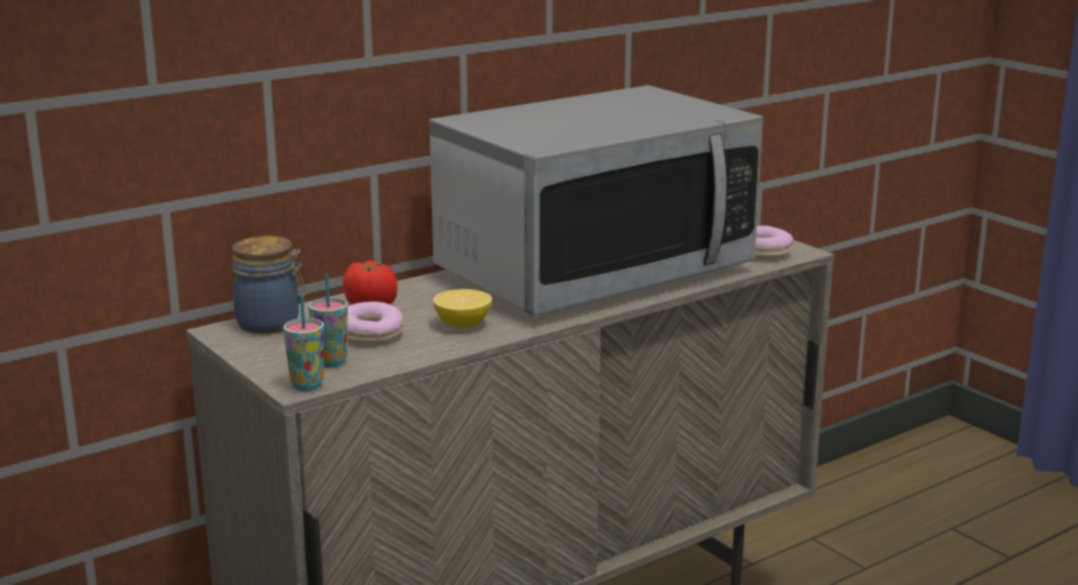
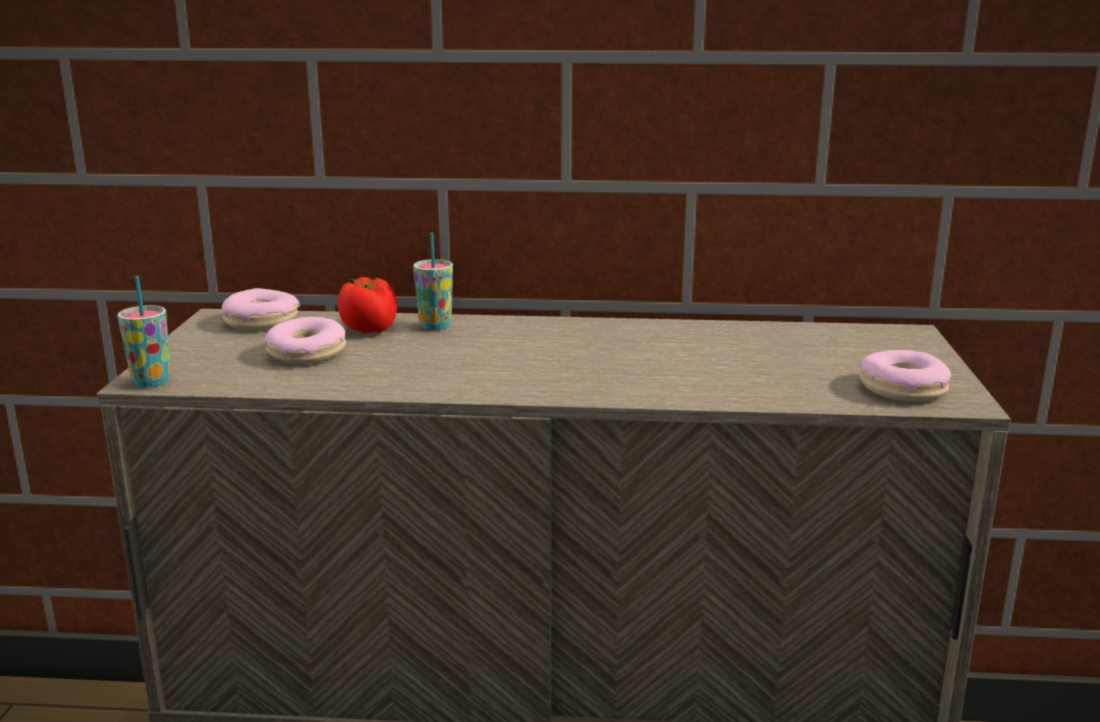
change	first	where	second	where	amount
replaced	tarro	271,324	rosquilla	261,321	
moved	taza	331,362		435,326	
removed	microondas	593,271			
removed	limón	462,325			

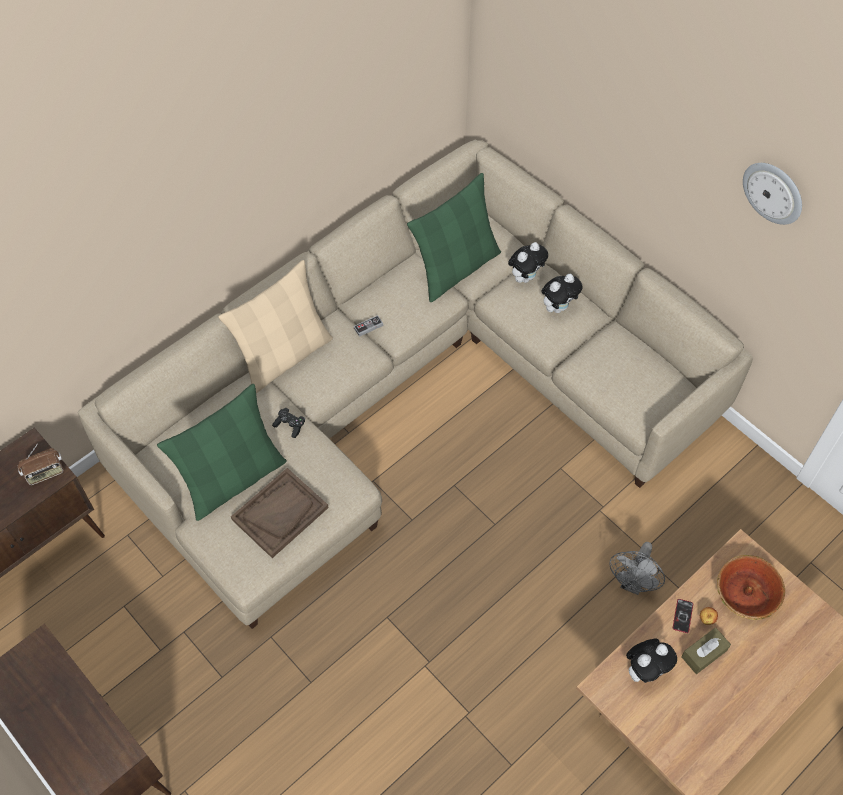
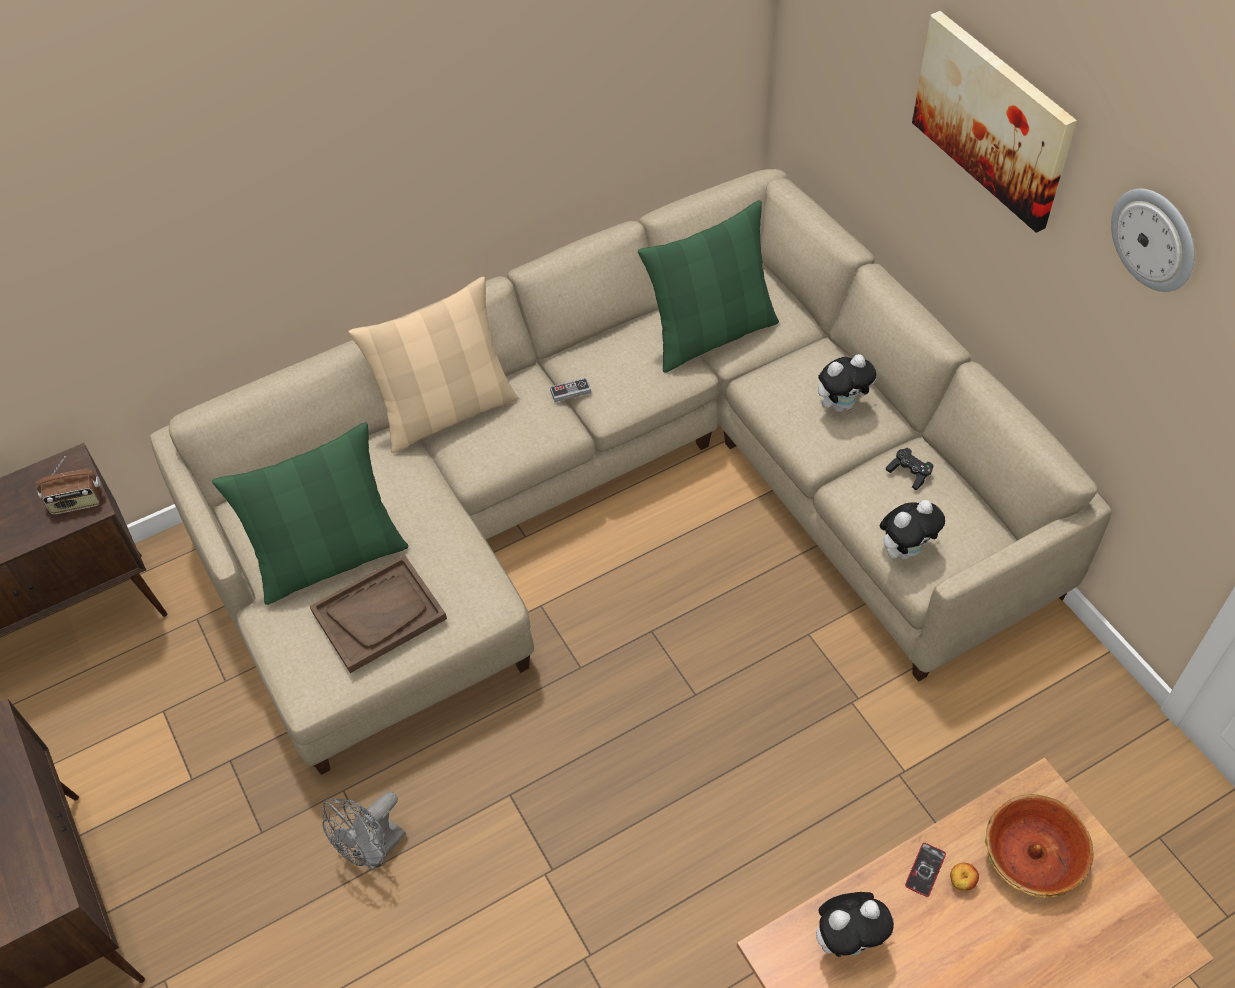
change	first	where	second	where	amount
moved	mando de consola/negro	290,425		909,473	
moved	peluche	525,277		905,550	
moved	ventilador/gris	633,583		374,851	
removed	caja de pañuelos/marrón	704,653			
added			cuadro	993,119	

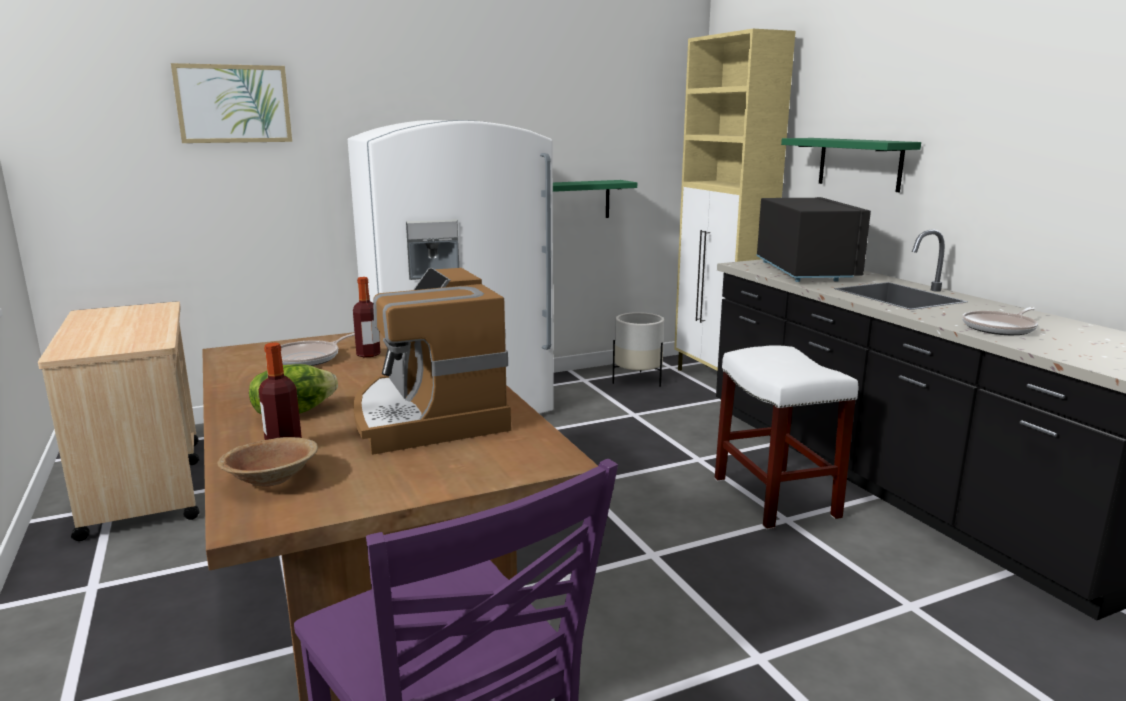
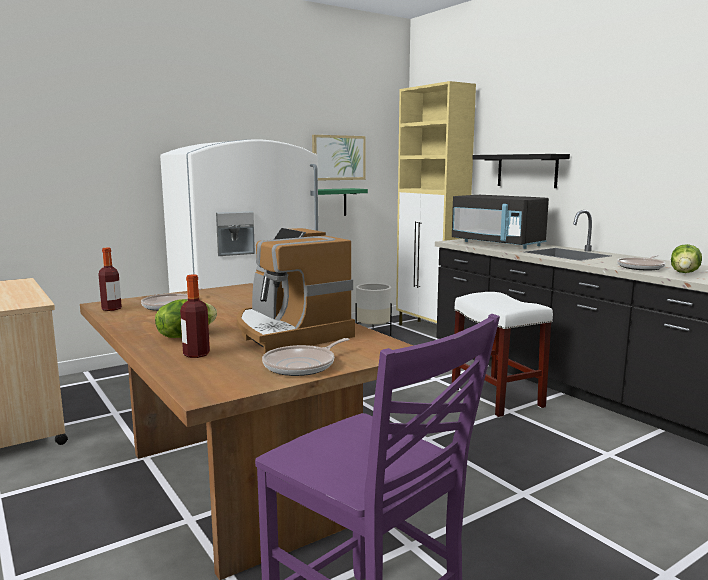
change	first	where	second	where	amount
moved	cuadro	233,104		338,157	
removed	cuenco/marrón	271,479			
moved	botella	368,354		111,309	
turned	microondas/negro	805,271		497,244	150 degrees clockwise
recoloured	estante/verde	859,163	estante/negro	527,170	
added			sartén	302,365	
added			lechuga	685,273	

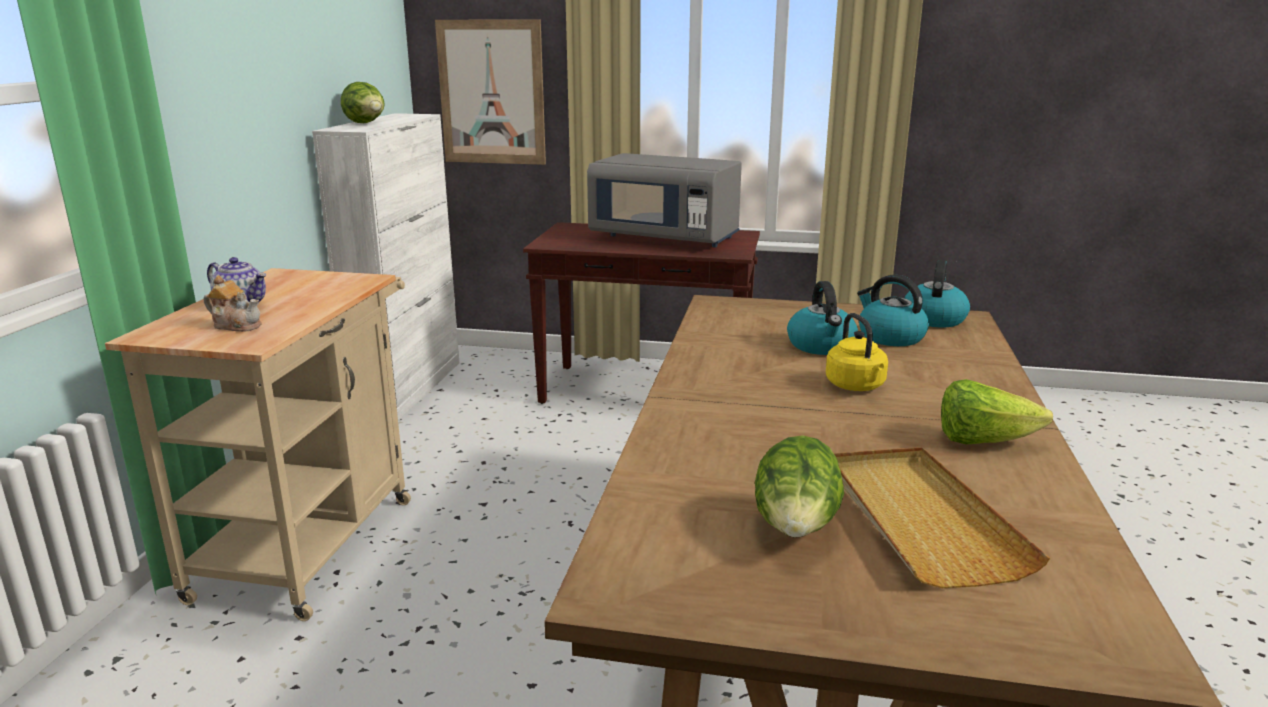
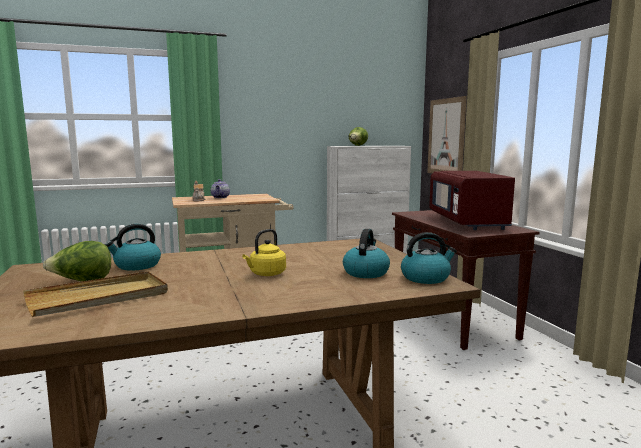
change	first	where	second	where	amount
recoloured	microondas/gris	665,238	microondas/rojo	467,222	
moved	hervidor	821,346		136,265	
removed	lechuga	982,441			

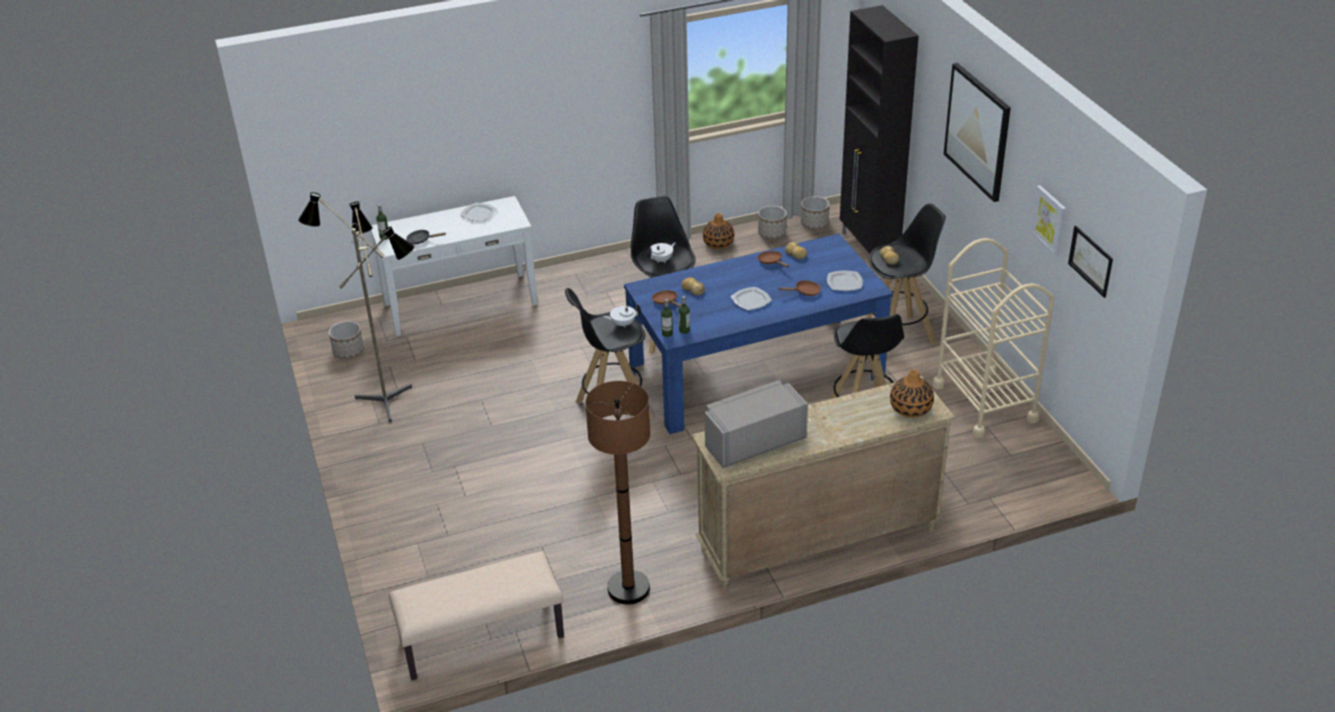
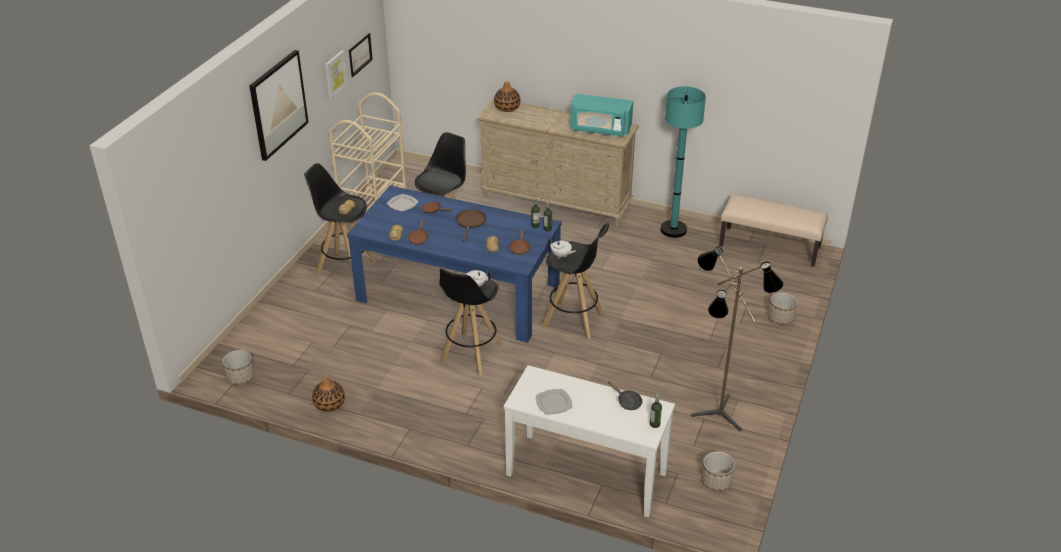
change	first	where	second	where	amount
recoloured	lámpara de pie/marrón	628,588	lámpara de pie/turquesa	673,230	
recoloured	microondas/gris	754,442	microondas/turquesa	600,129	
replaced	plato	751,300	sartén/marrón	470,222	
moved	maceta	772,233		780,318	
removed	armario/negro	869,248			

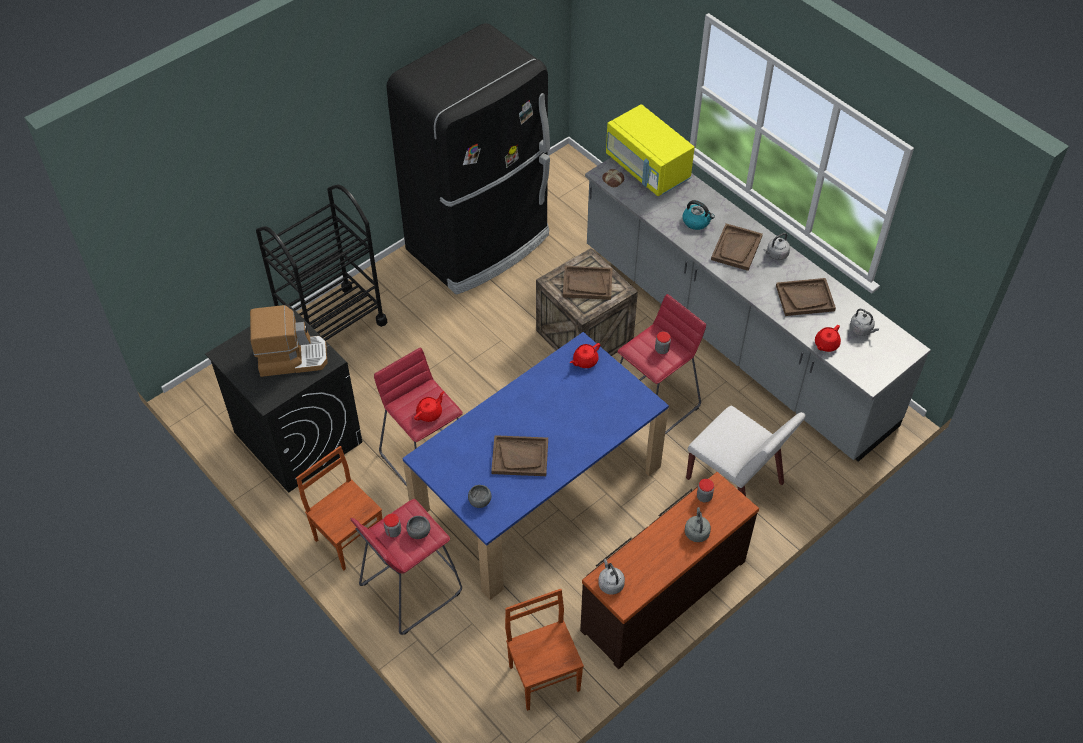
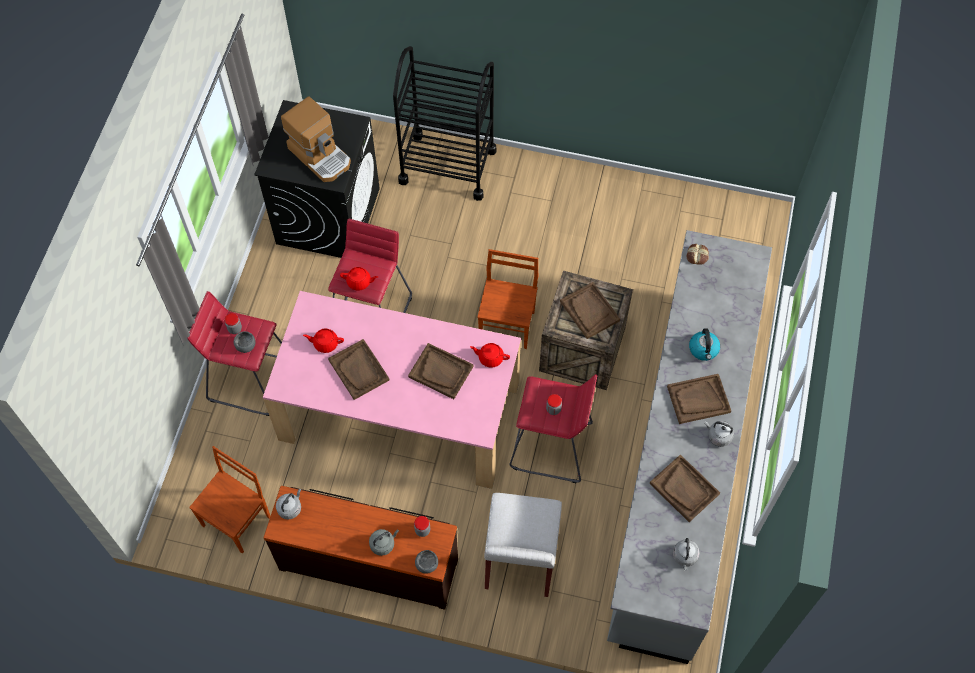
change	first	where	second	where	amount
moved	silla/marrón	350,538		508,325	
removed	nevera/negro	480,243			
recoloured	mesa de comedor/azul	538,492	mesa de comedor/rosa	399,412	
moved	cuenco/gris	480,501		427,564	
removed	microondas/amarillo	647,168			
moved	tetera/rojo	826,344		325,343	
added			bandeja/marrón	441,372	

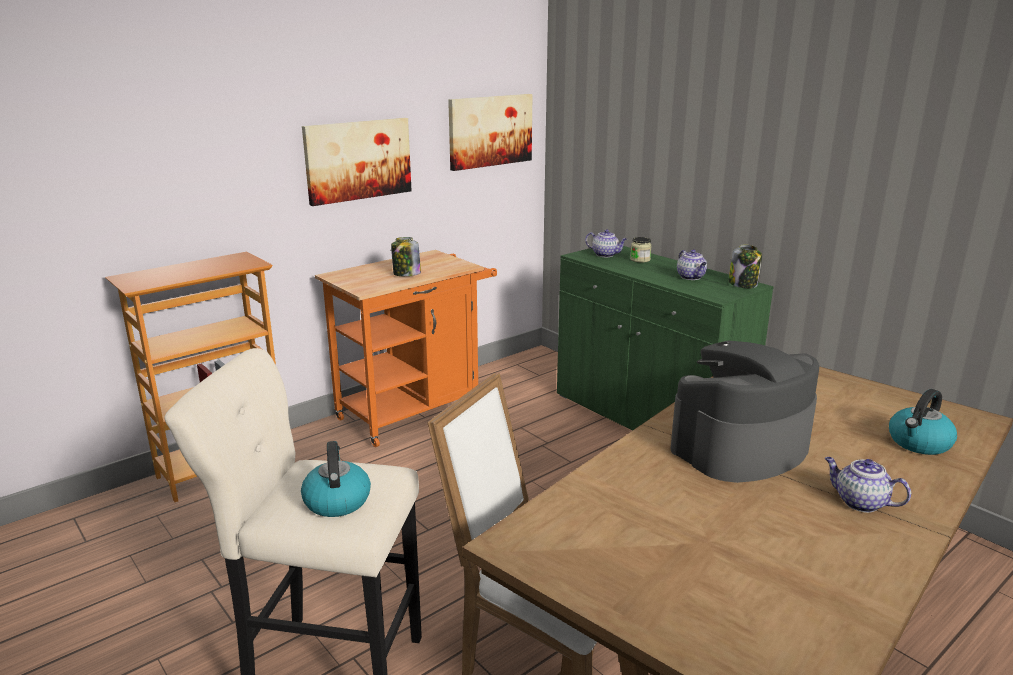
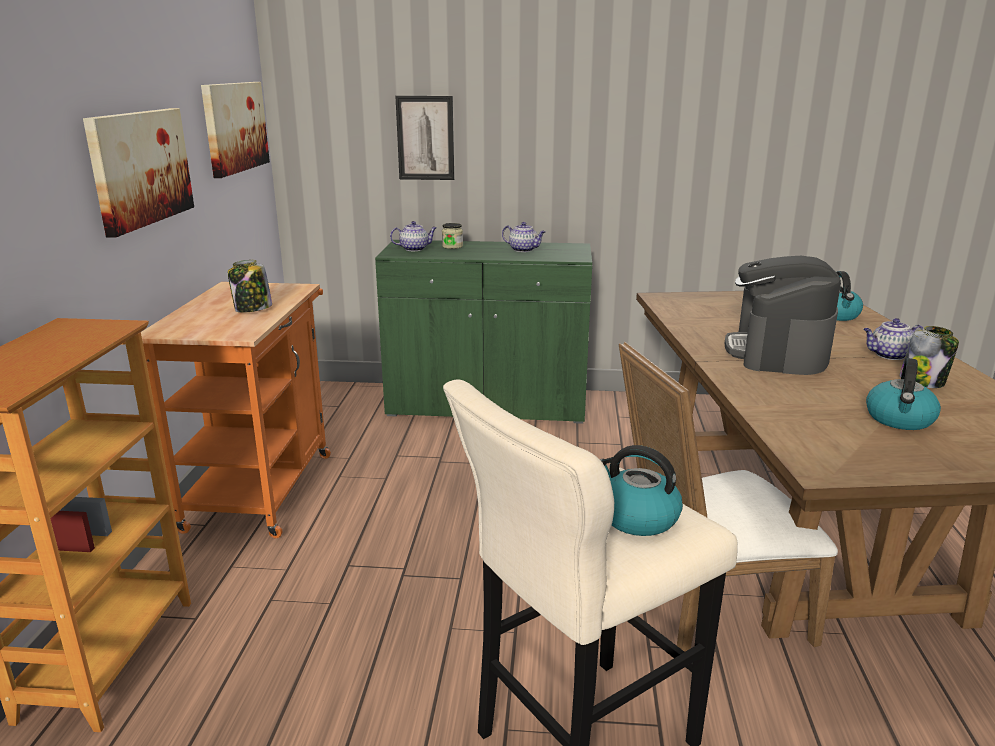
change	first	where	second	where	amount
moved	tarro	743,284		923,381	
added			cuadro	425,138	
added			hervidor	900,419	

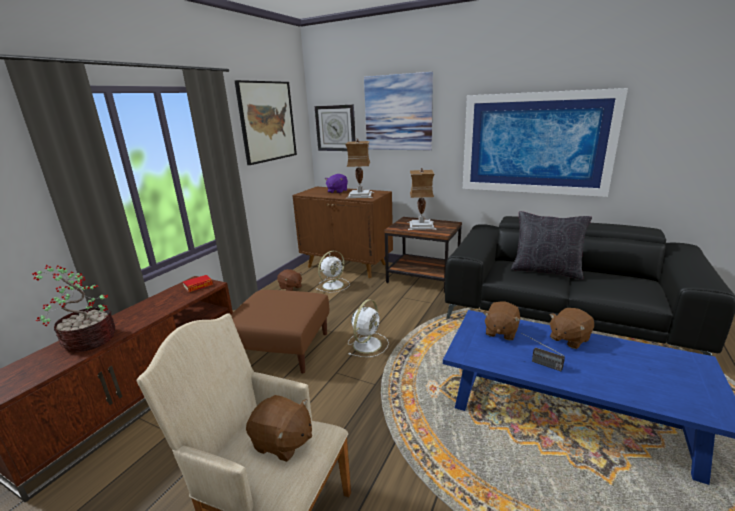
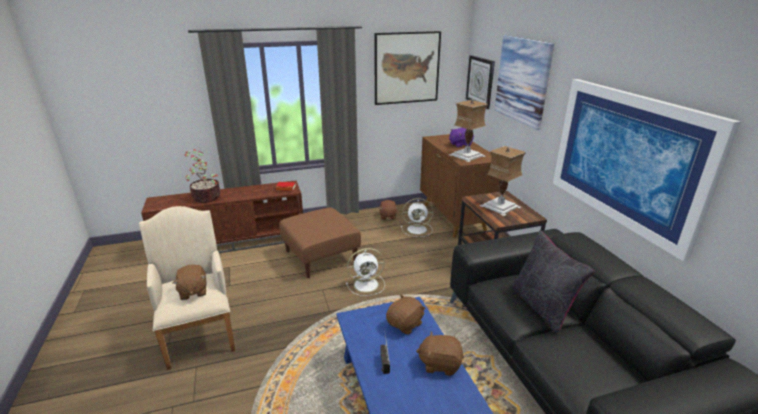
change	first	where	second	where	amount
turned	peluche/marrón	500,331		405,324	150 degrees clockwise

